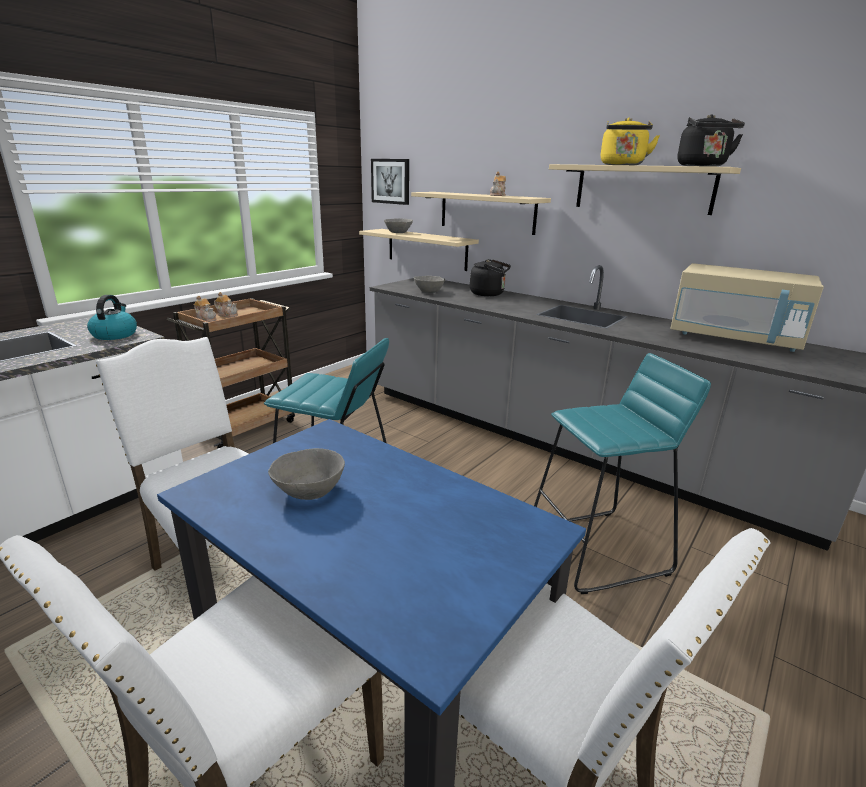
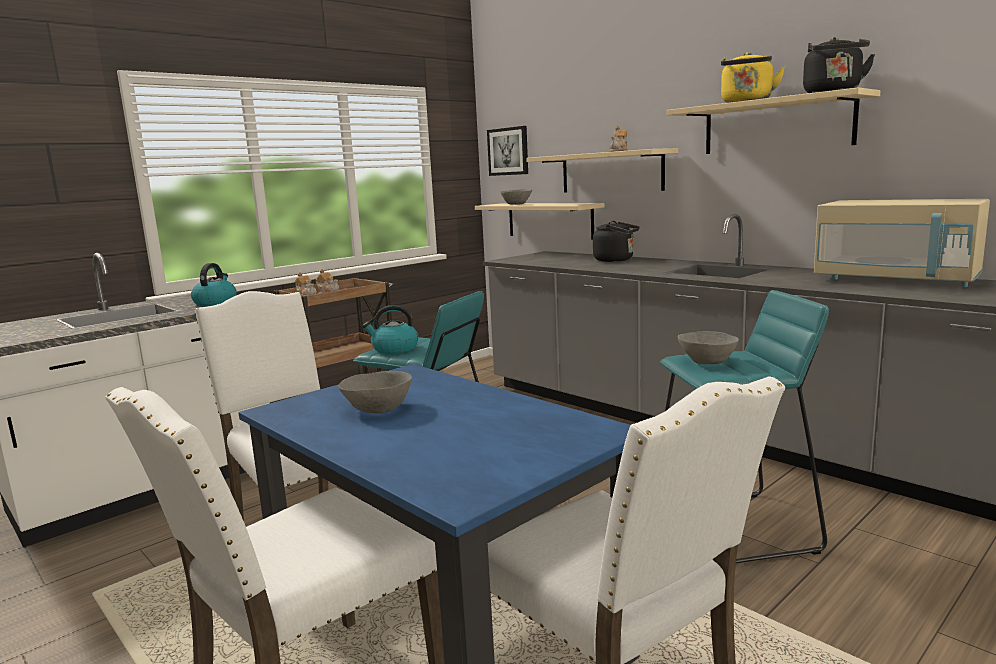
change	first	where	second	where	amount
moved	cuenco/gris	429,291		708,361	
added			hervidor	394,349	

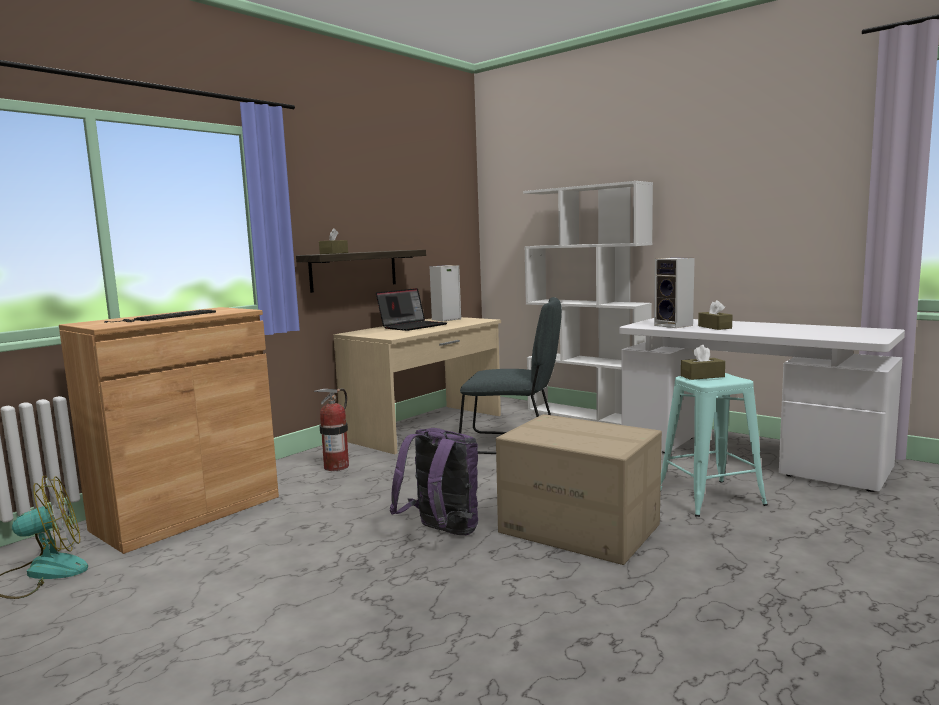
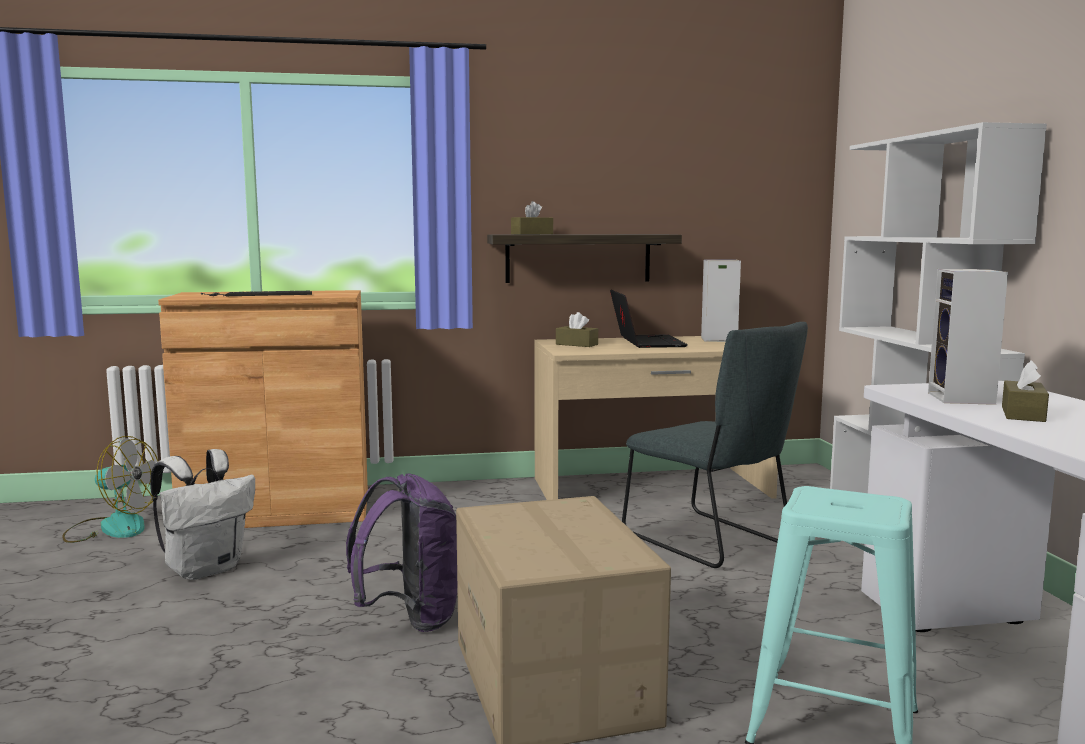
change	first	where	second	where	amount
removed	extintor	336,466			
turned	portátil	413,326		645,342	90 degrees counterclockwise
moved	caja de pañuelos/marrón	702,376		577,344	
added			mochila/blanco	206,569	

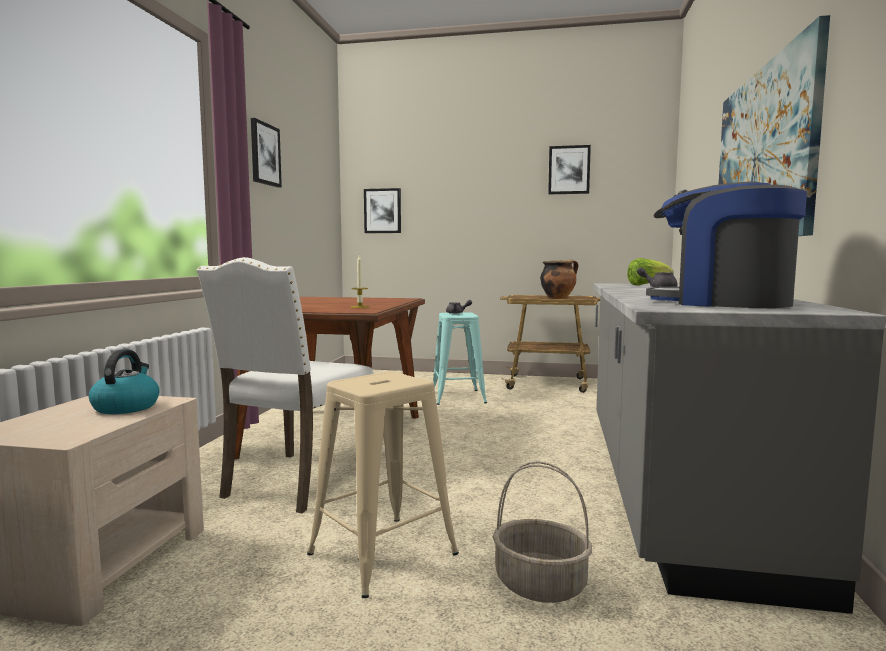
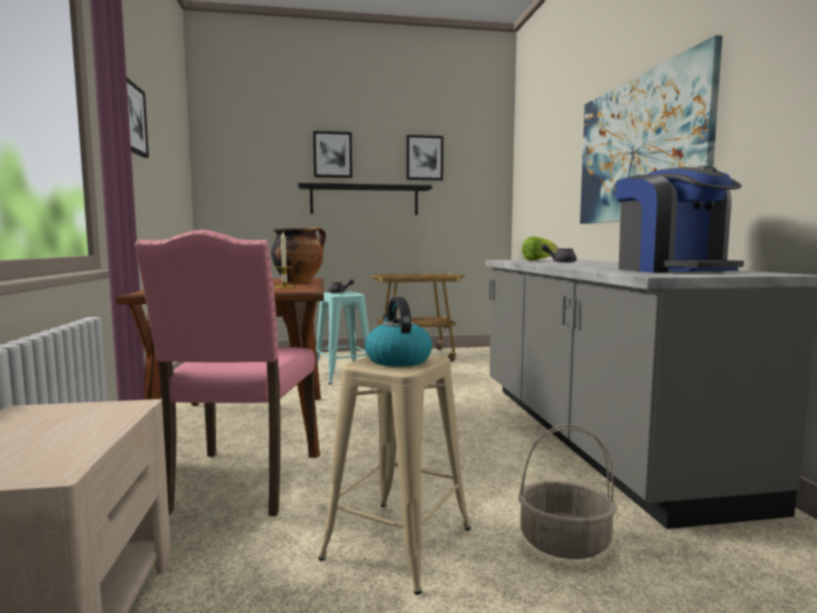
change	first	where	second	where	amount
moved	hervidor	126,407		397,360	
recoloured	silla/blanco	296,482	silla/rosa	242,483	
moved	cuadro	382,211		332,155	
moved	olla	558,298		299,282	
turned	cafetera	721,303		672,270	120 degrees counterclockwise
added			estante/negro	364,200	

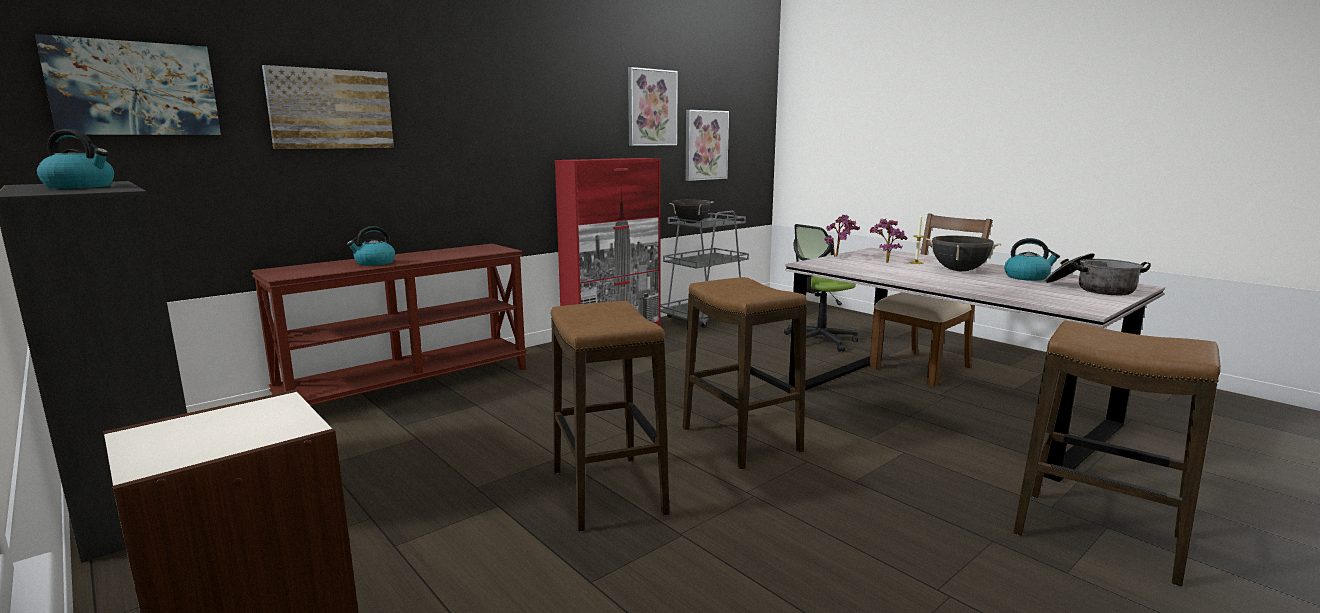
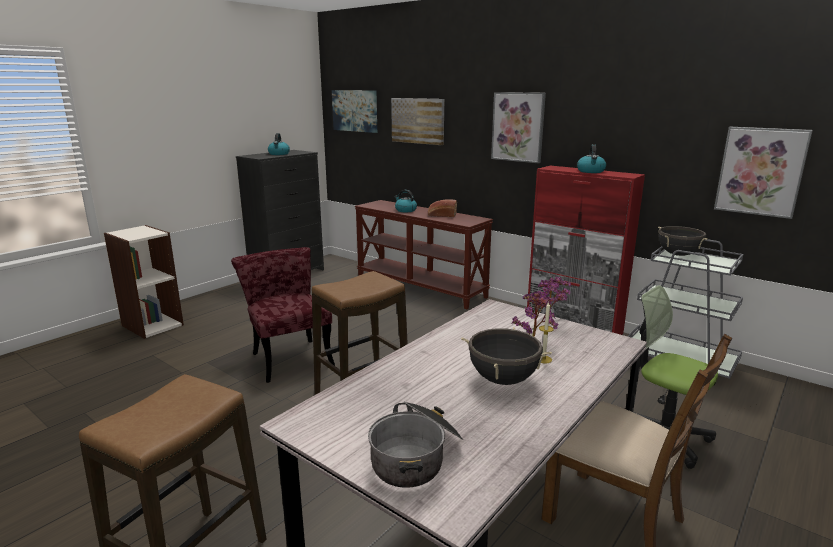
change	first	where	second	where	amount
replaced	taburete	607,492	silla/rojo	289,356	
moved	cuadro	651,107		518,127	
moved	hervidor	1027,277		591,171	
added			pan	441,215	

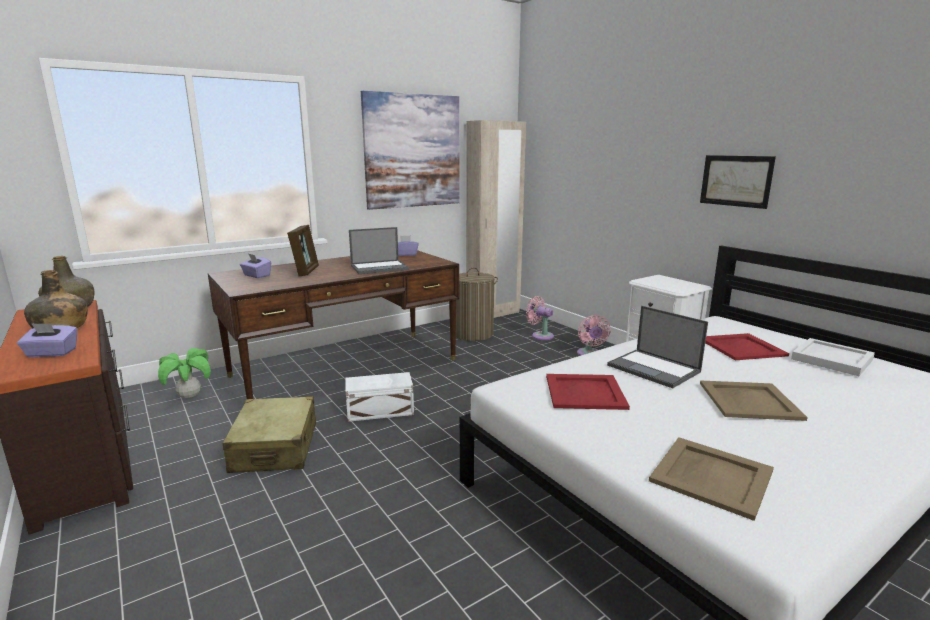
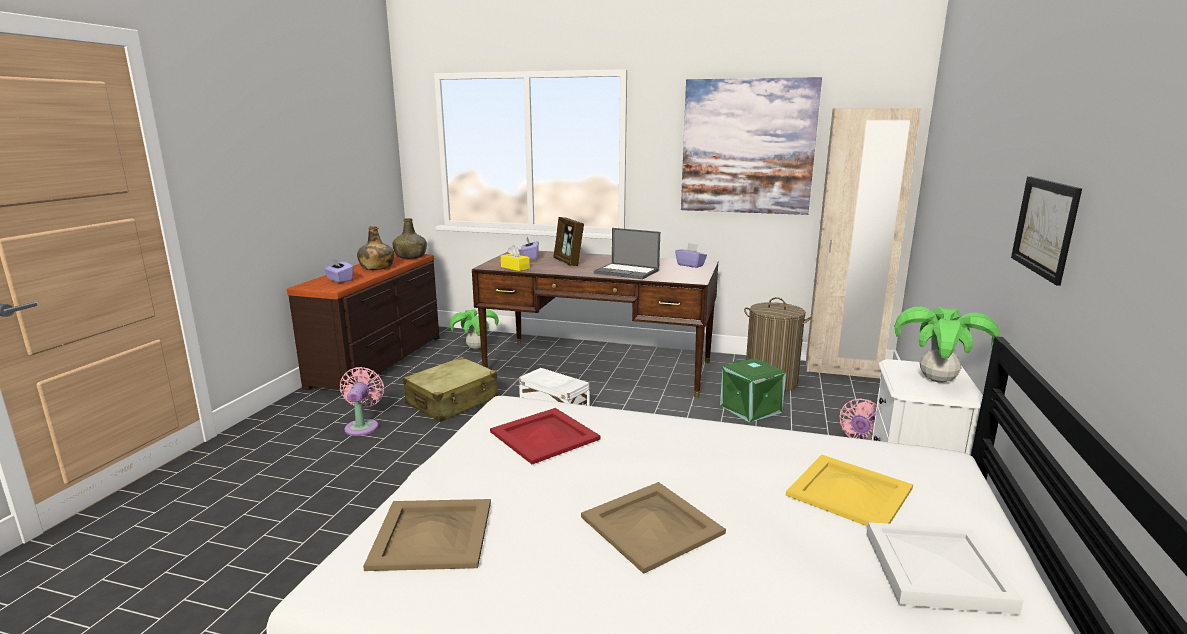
change	first	where	second	where	amount
turned	portarretratos	306,271		568,262	105 degrees clockwise
moved	ventilador/rosa	540,335		363,426	
removed	portátil	654,369			
recoloured	bandeja/rojo	742,347	bandeja/amarillo	850,492	
added			caja de pañuelos/amarillo	515,268	
added			caja de almacenaje/verde	751,409	
added			planta en maceta	937,380	

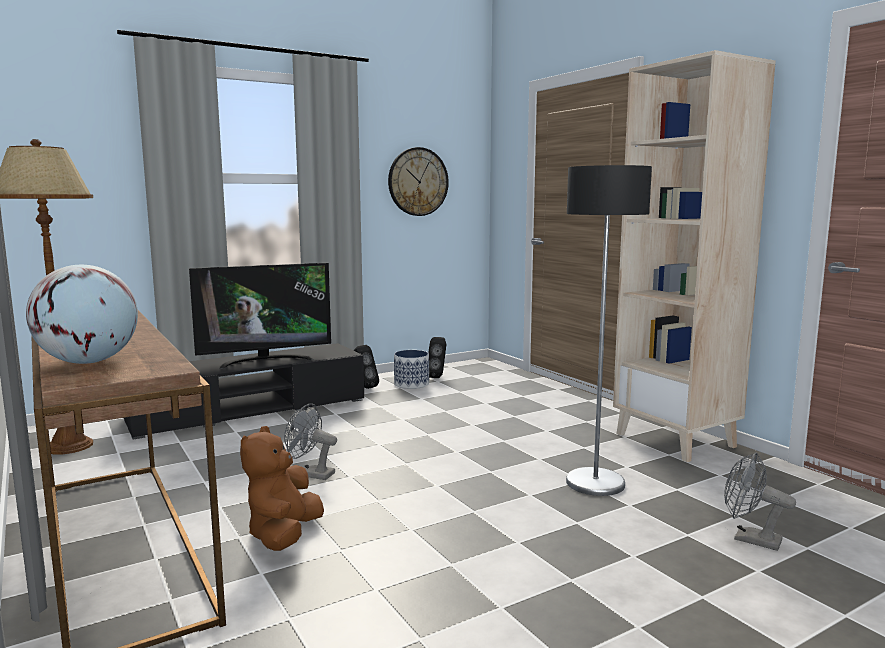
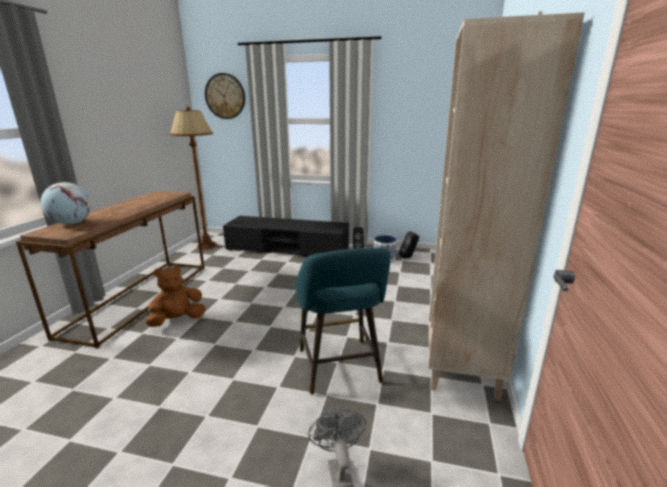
change	first	where	second	where	amount
removed	televisor	265,360			
removed	ventilador/gris	310,474			
moved	reloj de pared	418,182		225,96	
replaced	lámpara de pie	595,483	taburete/turquesa	340,369	

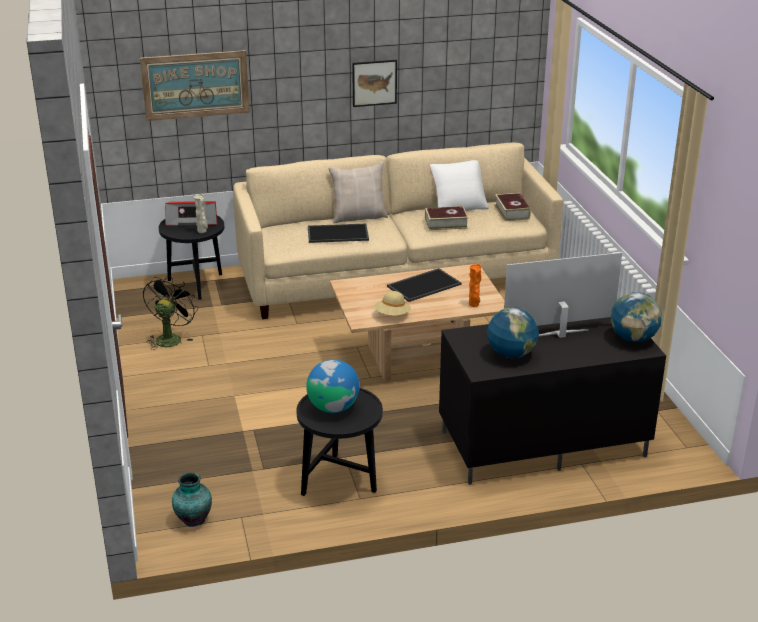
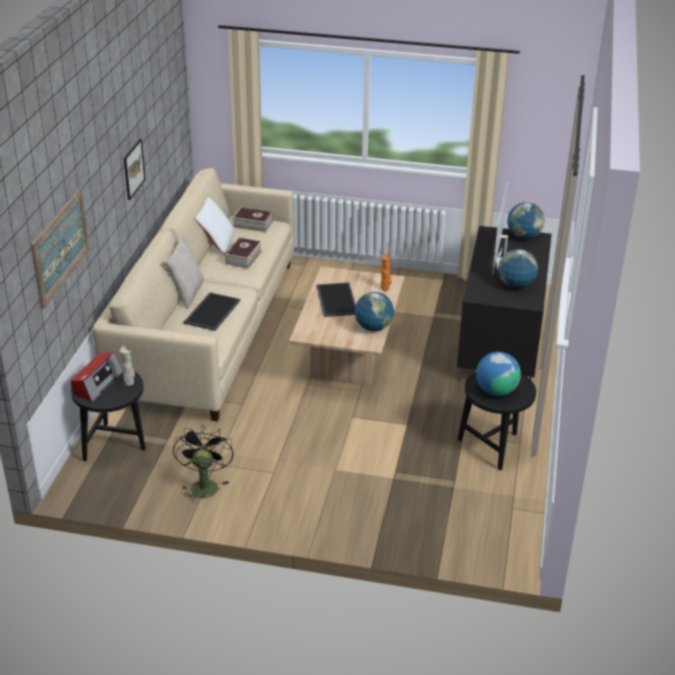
change	first	where	second	where	amount
turned	ventilador/negro	170,338		203,484	45 degrees clockwise
removed	florero	193,519			
replaced	sombrero/beis	392,315	globo terráqueo	373,327	

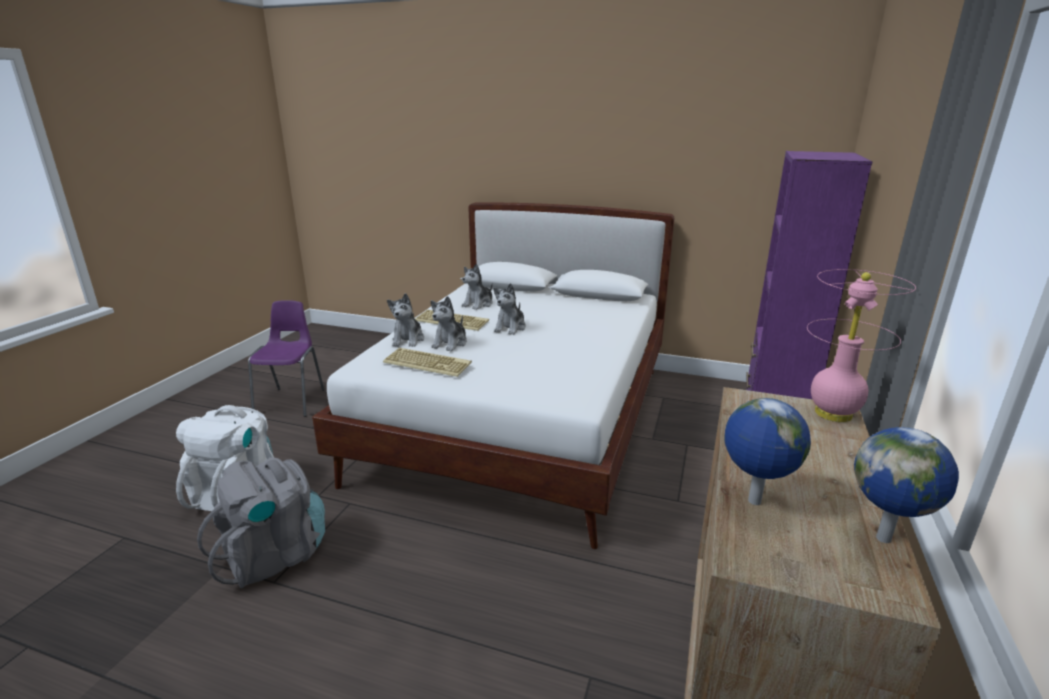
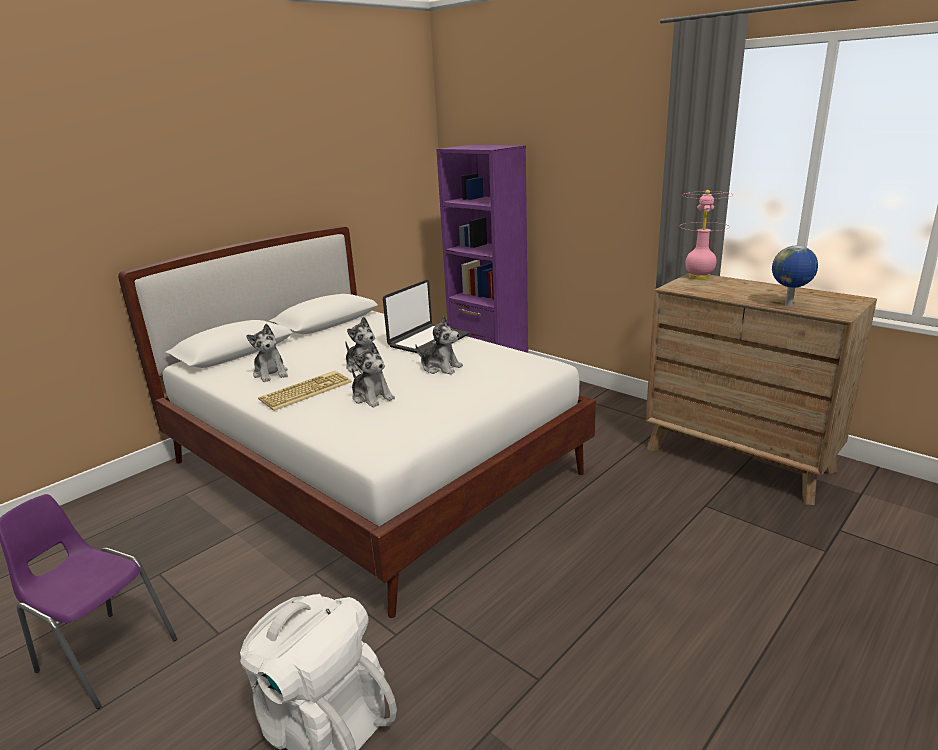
change	first	where	second	where	amount
removed	mochila/gris	274,555			
removed	teclado	428,363			
moved	peluche	408,340		441,367	
removed	globo terráqueo	885,538			
added			portátil	428,341	

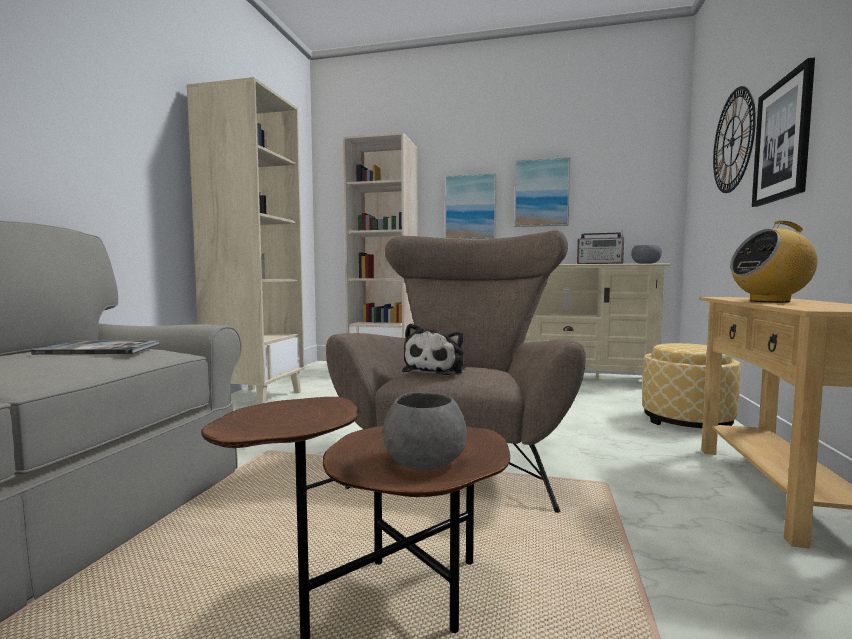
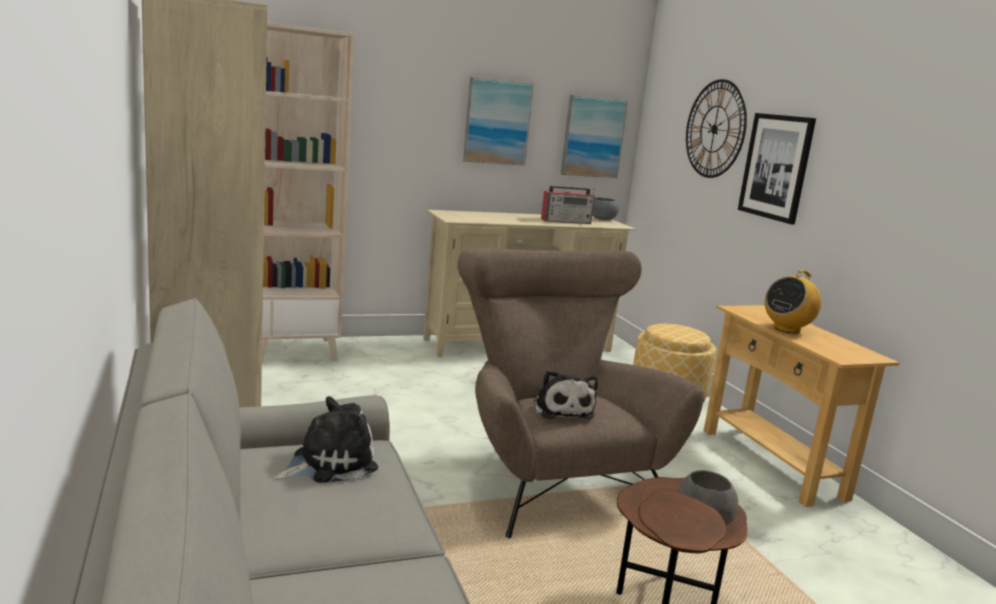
change	first	where	second	where	amount
replaced	libro	100,349	peluche	329,463	
moved	cuadro	470,207		593,137	

